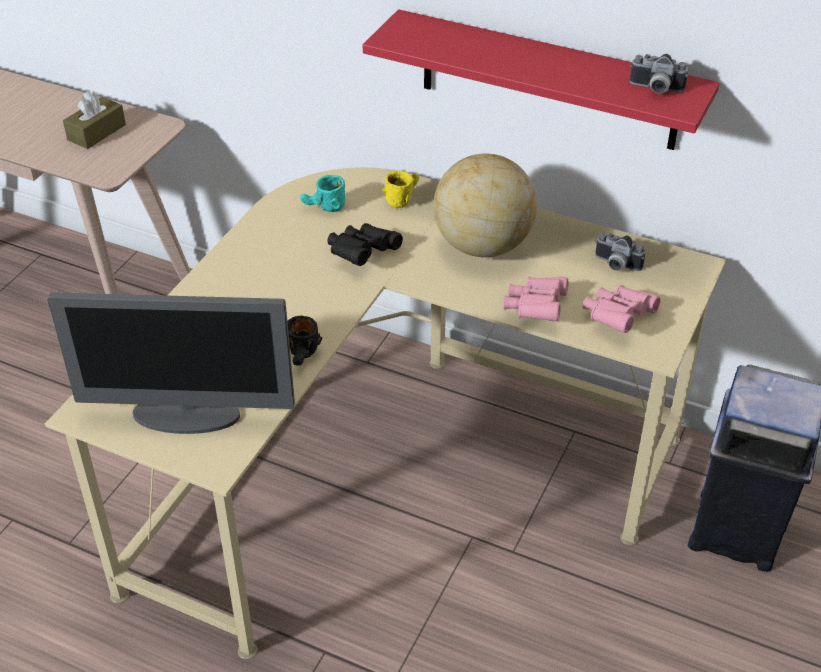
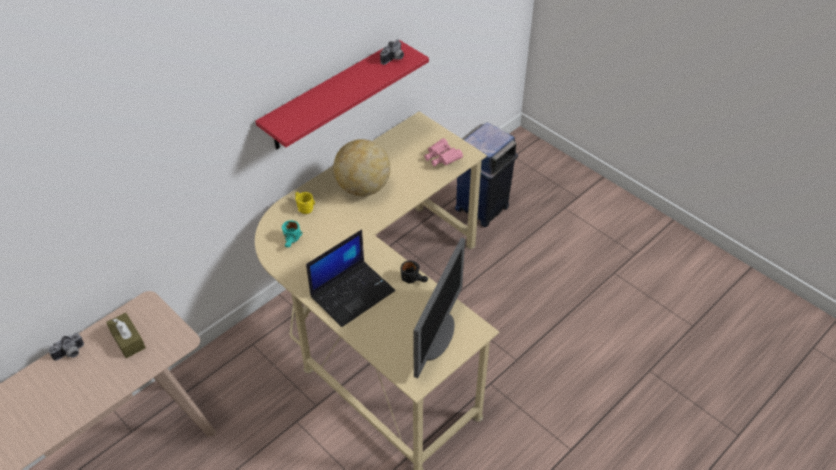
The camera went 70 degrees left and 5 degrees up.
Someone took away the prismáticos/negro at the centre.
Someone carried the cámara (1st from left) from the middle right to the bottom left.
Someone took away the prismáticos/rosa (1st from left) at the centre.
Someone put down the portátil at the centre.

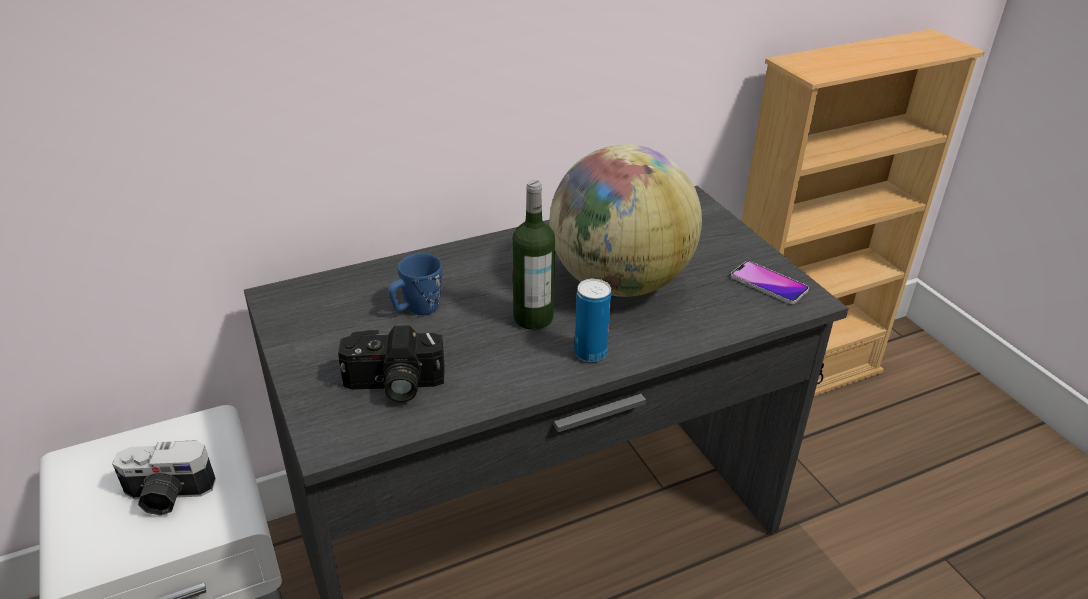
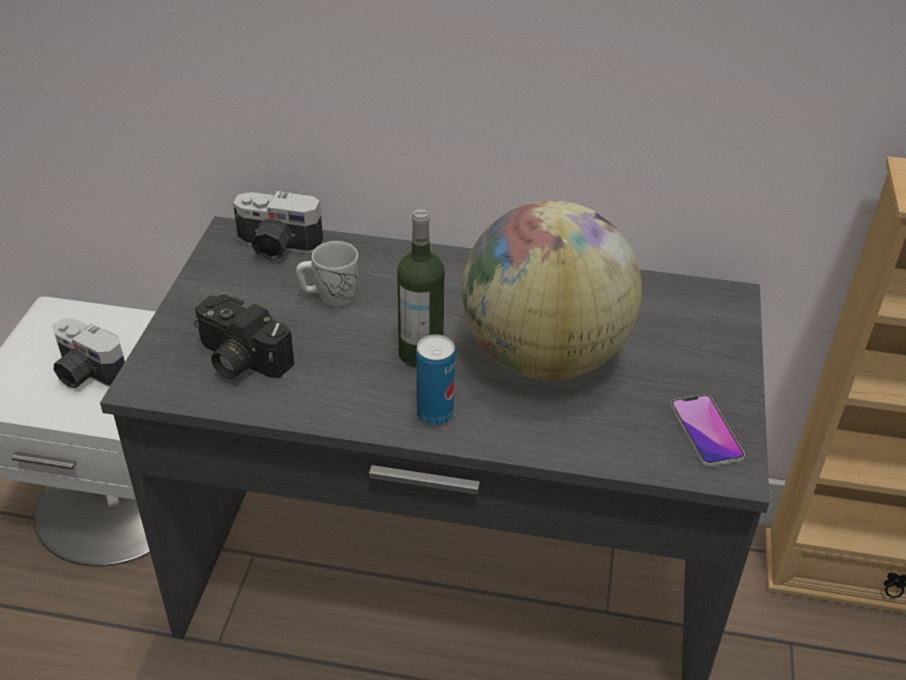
The camera went 35 degrees right and 5 degrees up.
Someone repainted the taza grande/azul at the centre, which became the taza grande/blanco at the centre.
Someone put down the cámara (3rd from left) at the top left.

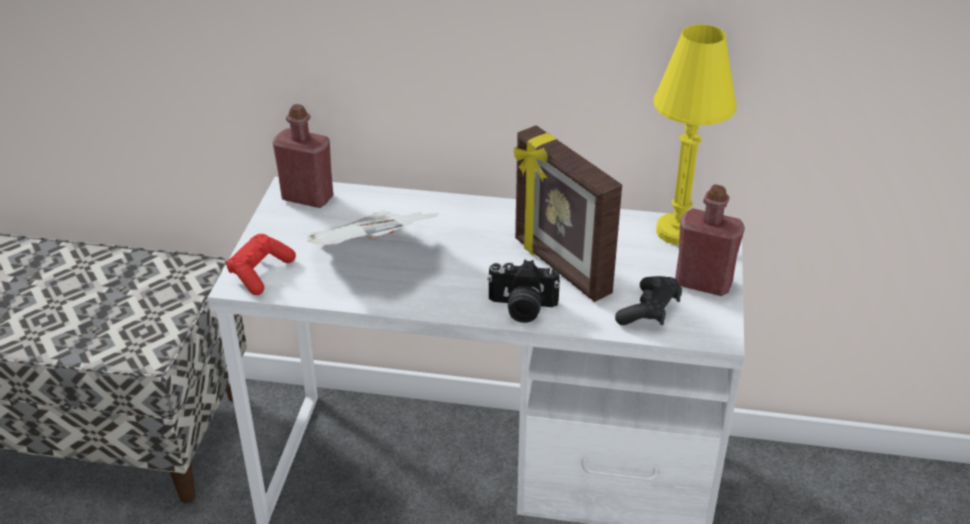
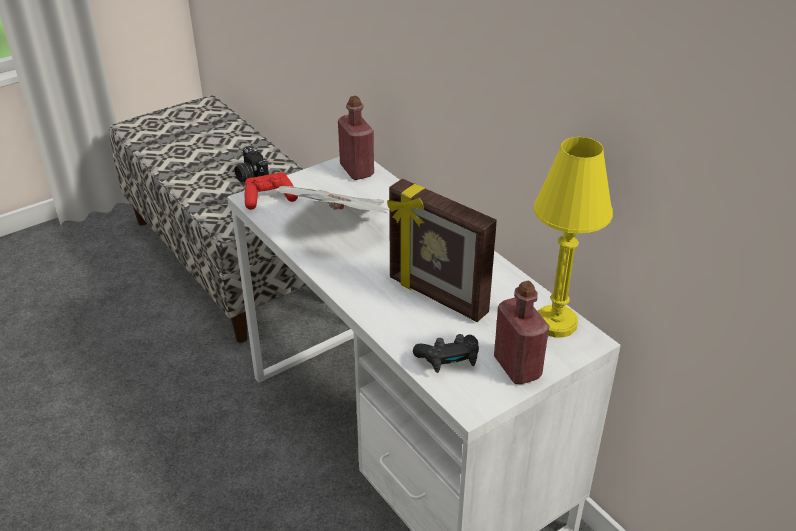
The camera went 45 degrees right and 0 degrees up.
Someone rotated the portarretratos at the centre by 60 degrees counterclockwise.
Someone carried the cámara from the centre to the top left.

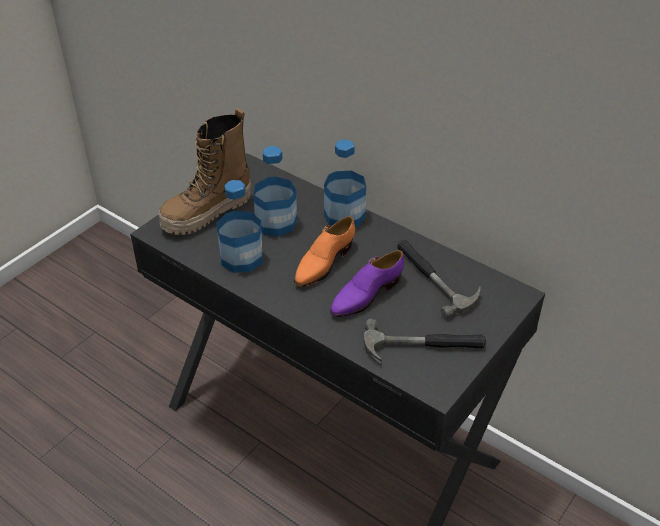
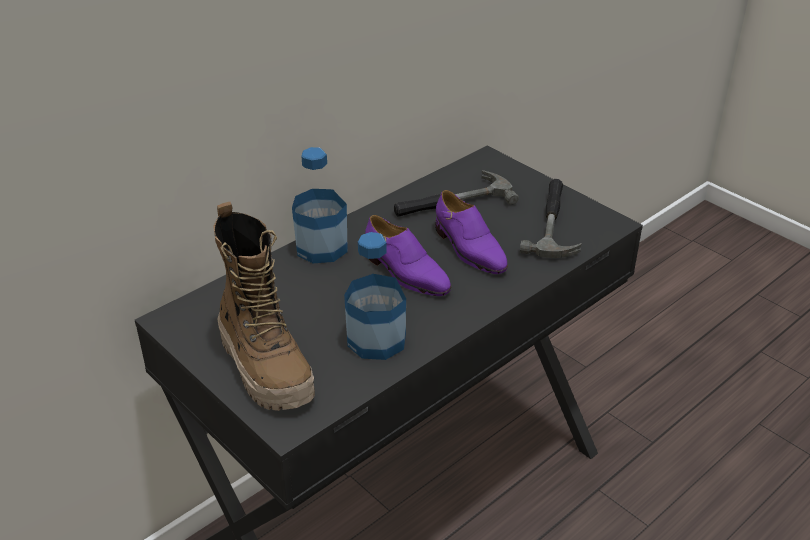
The camera went 80 degrees left and 5 degrees down.
Someone took away the botella (2nd from left) at the centre.
Someone repainted the zapato/naranja at the centre, which became the zapato/morado (1st from left) at the centre.

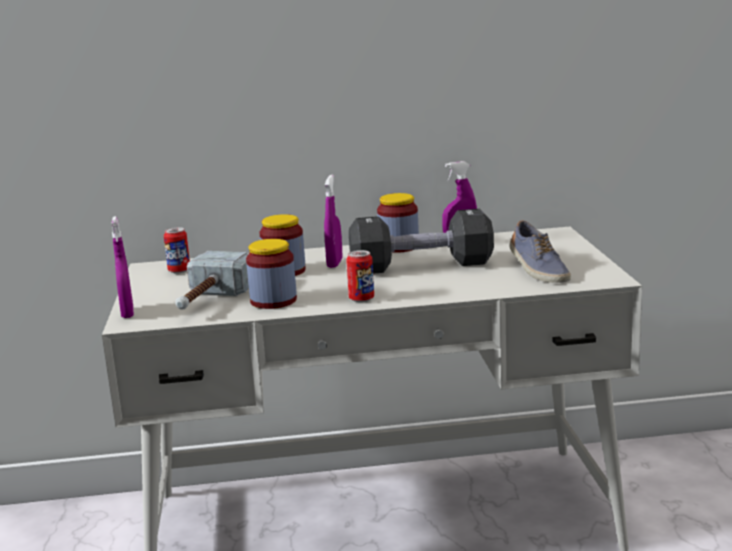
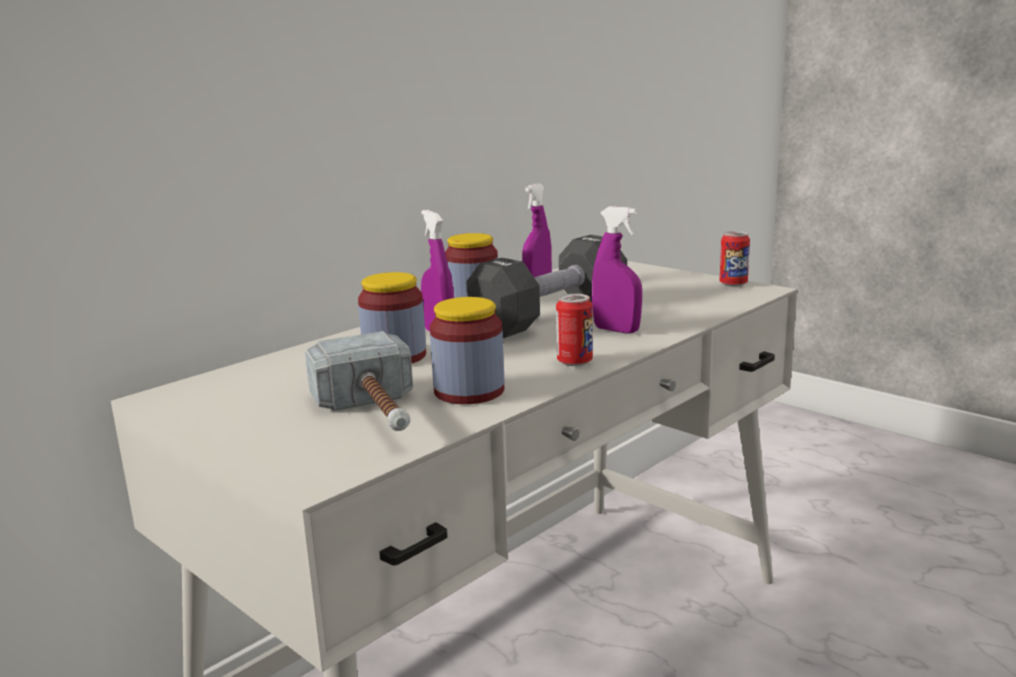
The camera went 40 degrees left and 0 degrees up.
Someone carried the pulverizador/morado (1st from left in the first image) from the middle left to the centre.
Someone took away the zapato at the middle right.
Someone carried the lata (1st from left in the first image) from the middle left to the middle right.

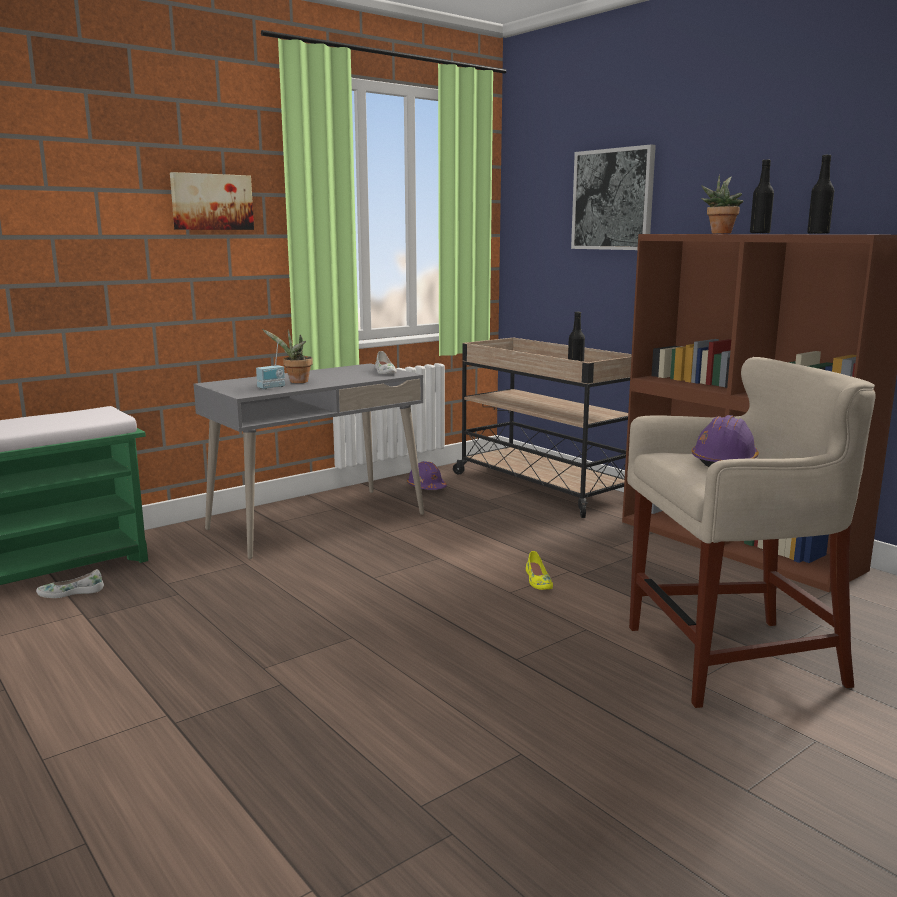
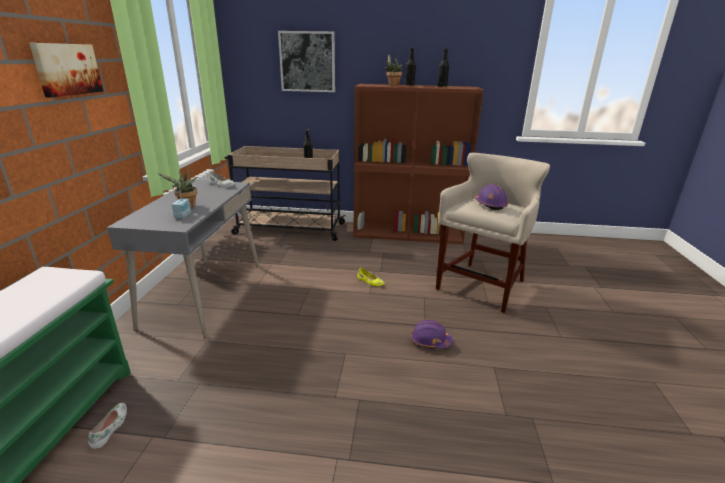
The camera went 45 degrees left and 10 degrees up.
Someone carried the casco/morado (1st from left) from the centre to the bottom centre.
Someone rotated the zapato/blanco (1st from left) at the middle left by 150 degrees clockwise.

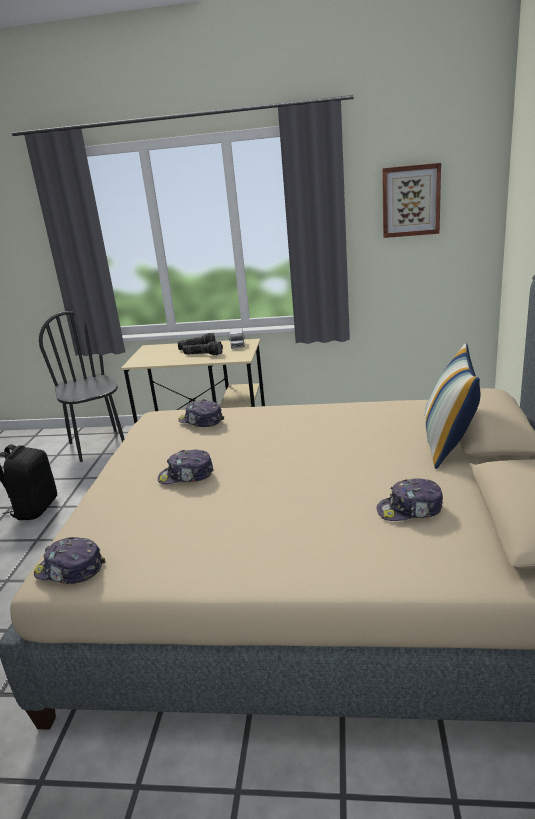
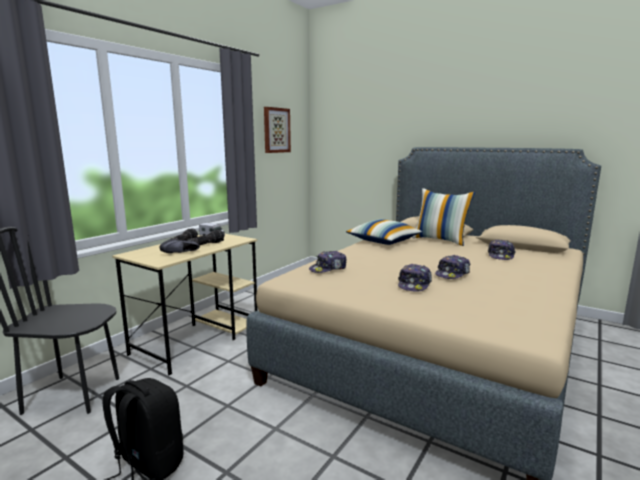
The camera went 65 degrees left and 10 degrees down.
Someone carried the gorra (1st from left in the first image) from the bottom left to the middle right.
Someone put down the cojín (1st from left) at the centre.
Someone put down the zapato/negro at the middle left.

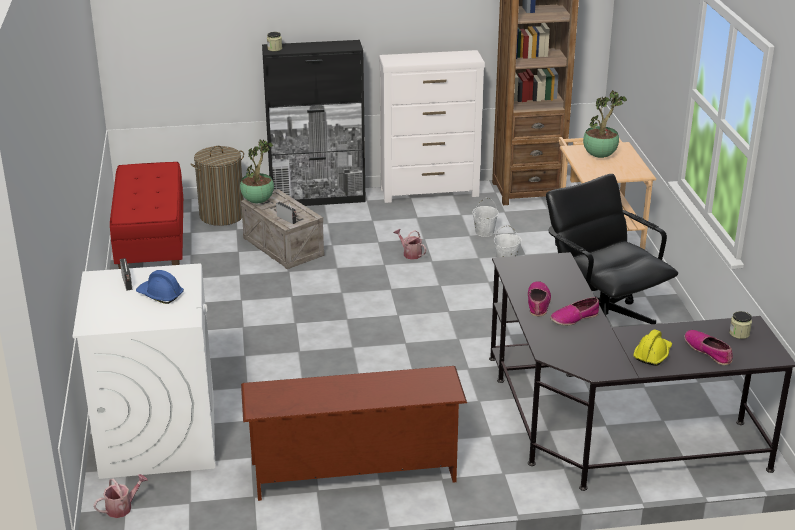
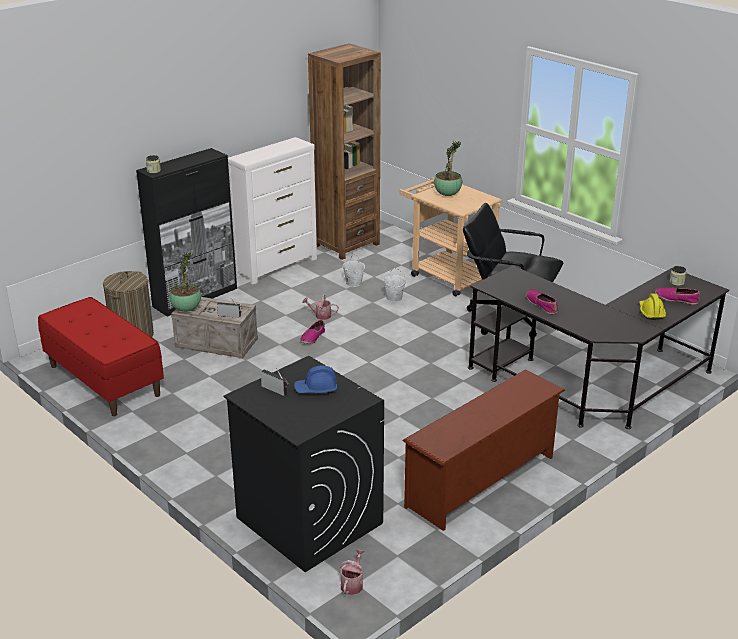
The camera went 35 degrees left and 0 degrees up.
Someone repainted the lavadora/blanco at the bottom left, which became the lavadora/negro at the bottom centre.
Someone carried the zapato (2nd from left in the first image) from the middle right to the centre.

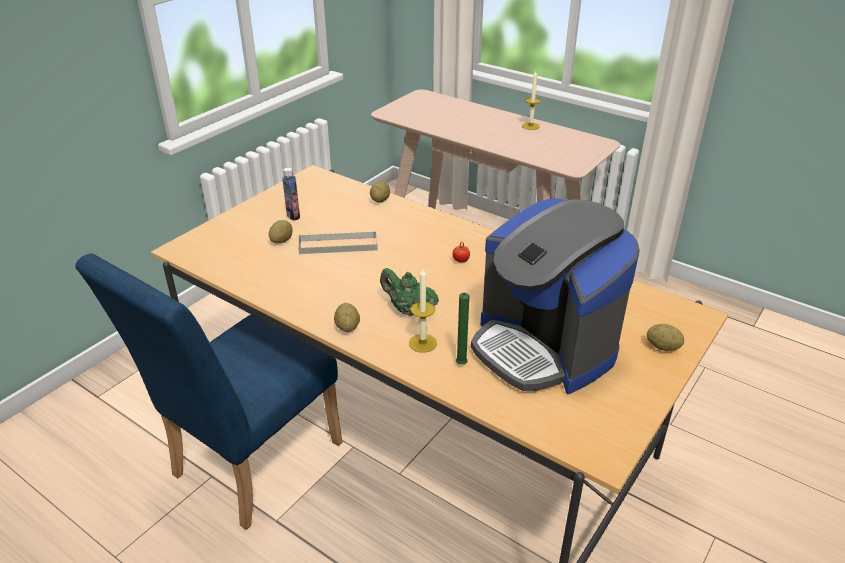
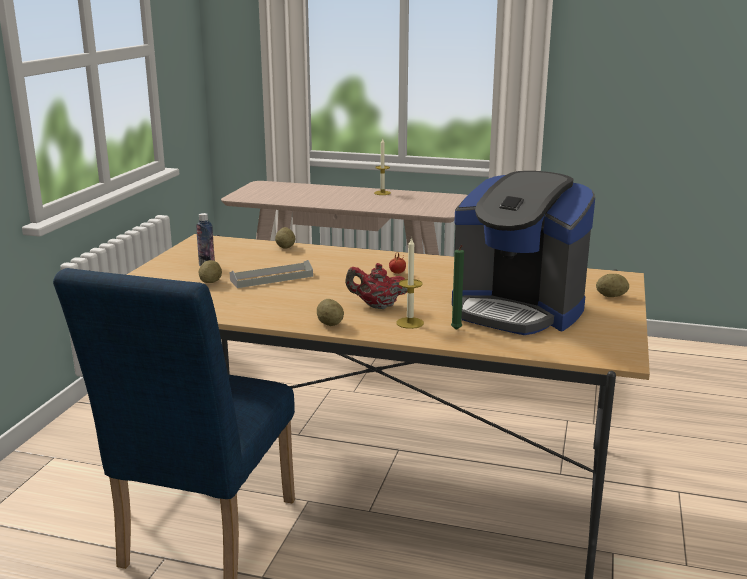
The camera went 20 degrees left and 15 degrees down.
Someone repainted the tetera/verde at the centre, which became the tetera/rojo at the centre.

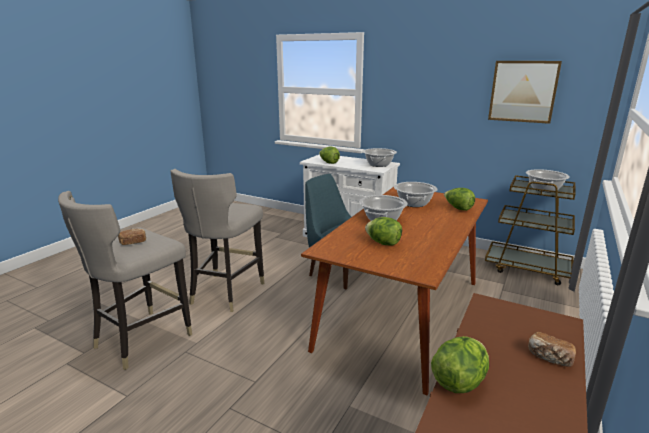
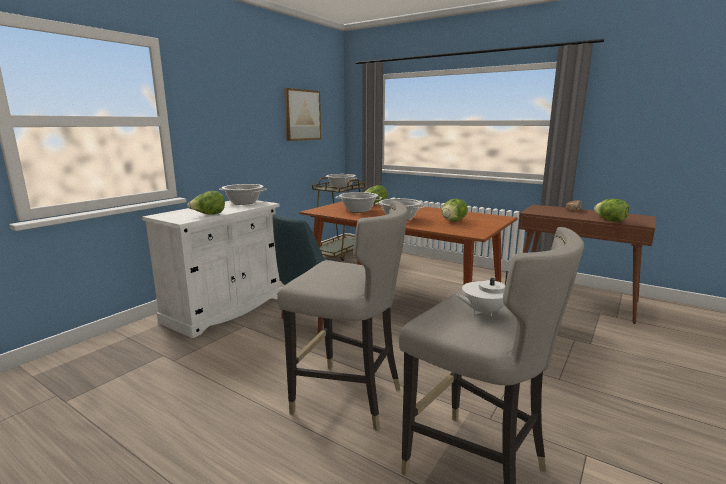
The camera went 85 degrees left and 5 degrees down.
Someone swapped the pan (1st from left) at the middle left for the tetera/blanco at the centre.

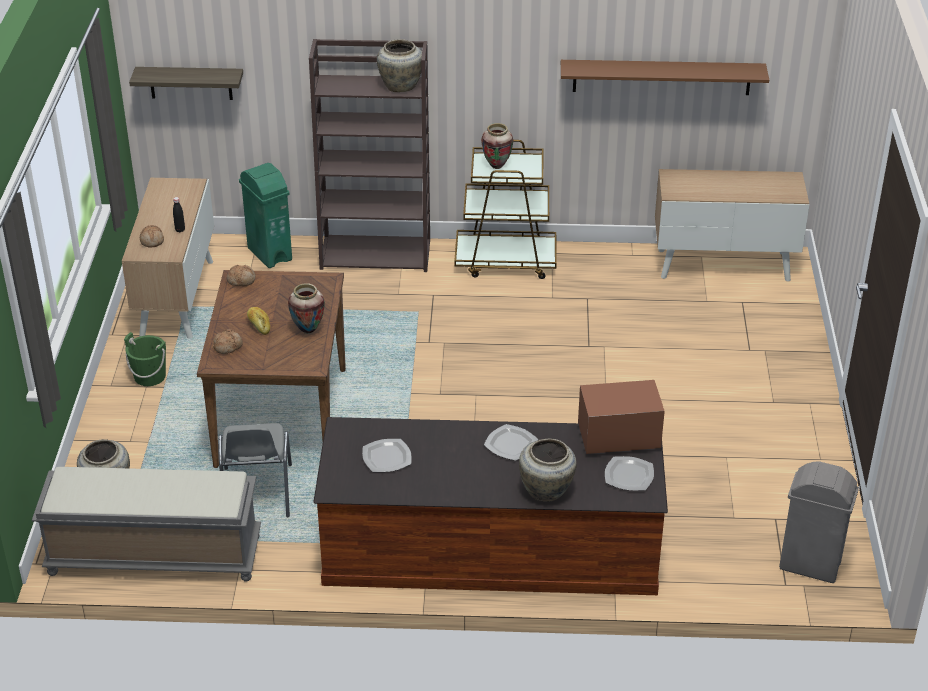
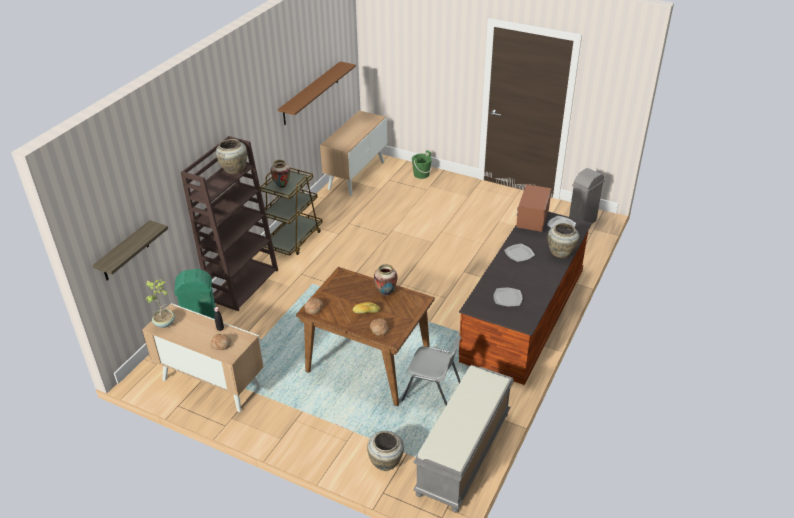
The camera went 65 degrees left and 0 degrees up.
Someone carried the cubo/verde from the middle left to the top centre.
Someone put down the planta en maceta at the middle left.

